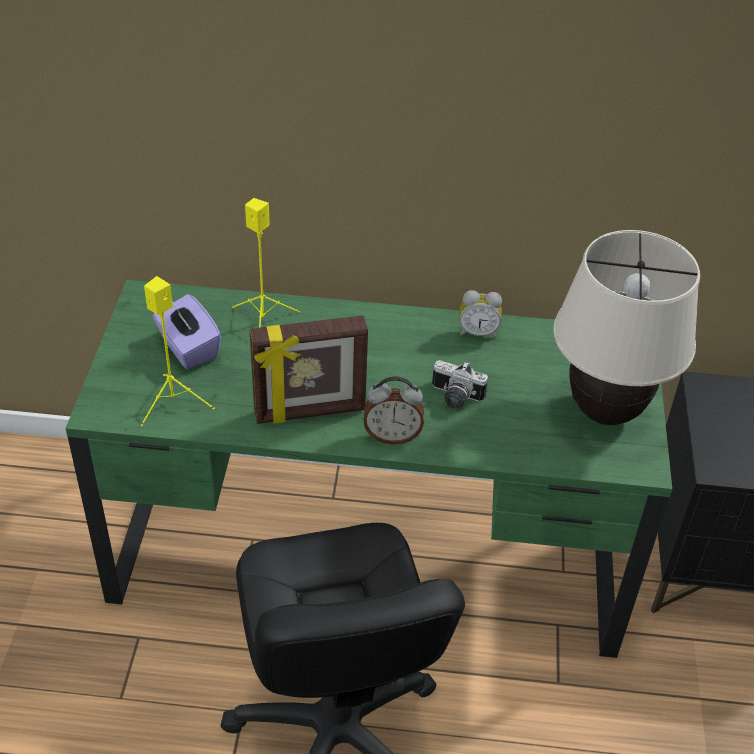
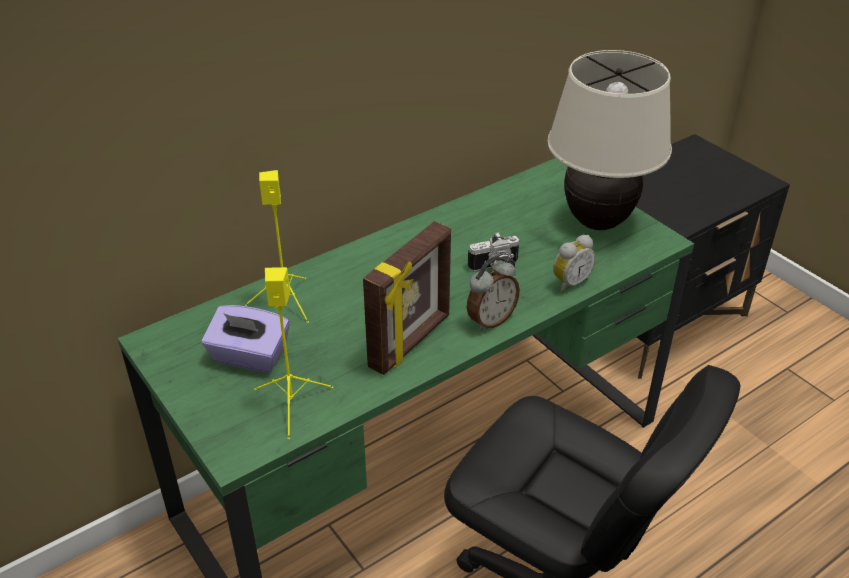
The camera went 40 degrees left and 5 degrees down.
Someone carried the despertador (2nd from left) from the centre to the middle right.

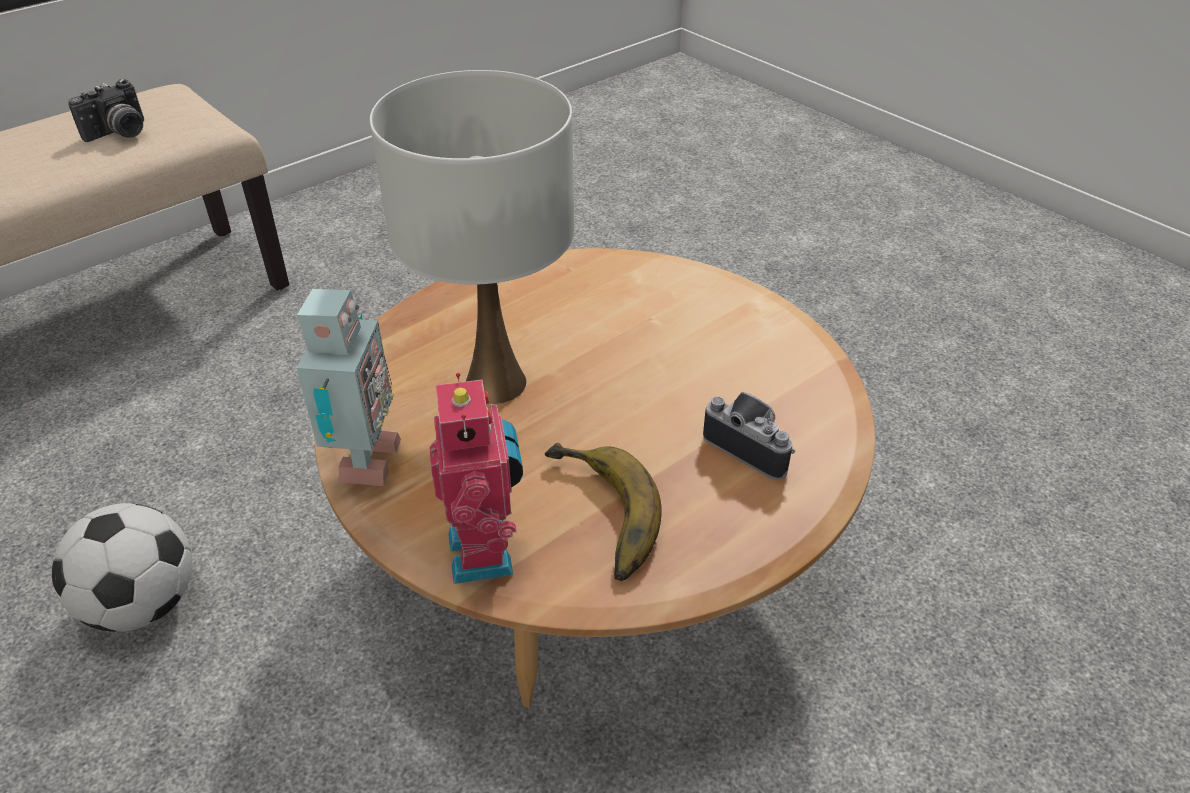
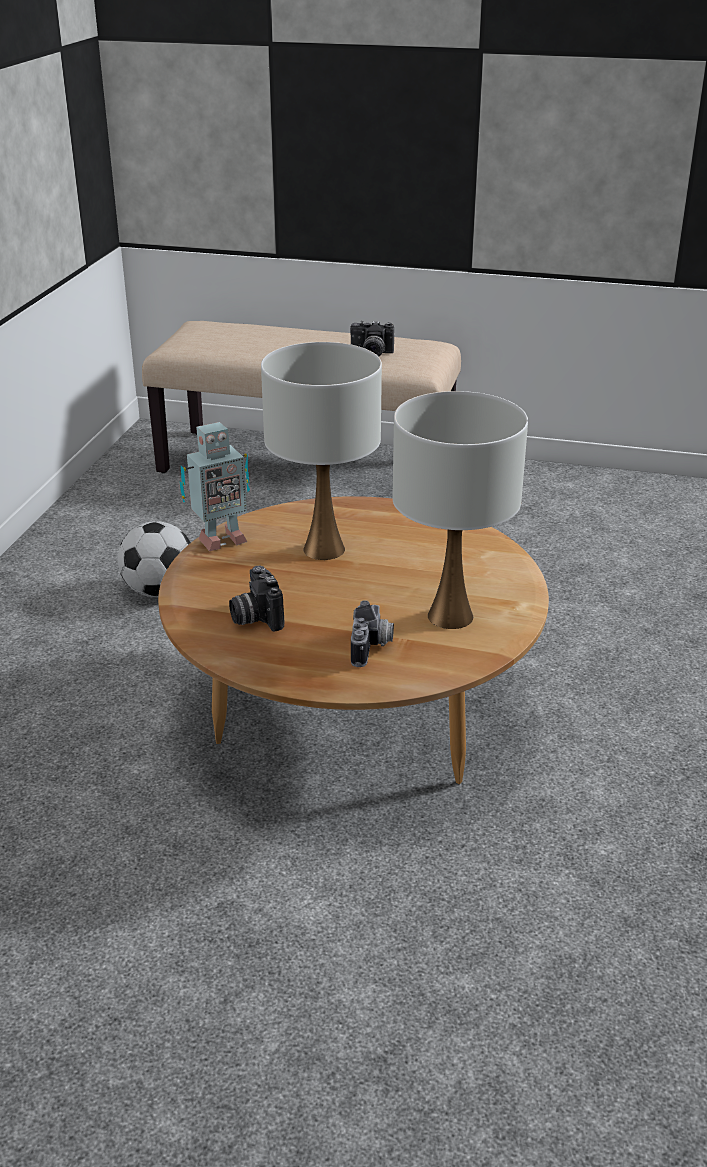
The camera went 55 degrees right and 10 degrees down.
Someone took away the robot de juguete (2nd from left) at the centre.
Someone swapped the plátano at the centre for the cámara (1st from left) at the centre.
Someone put down the lámpara de mesa/blanco (2nd from left) at the centre.

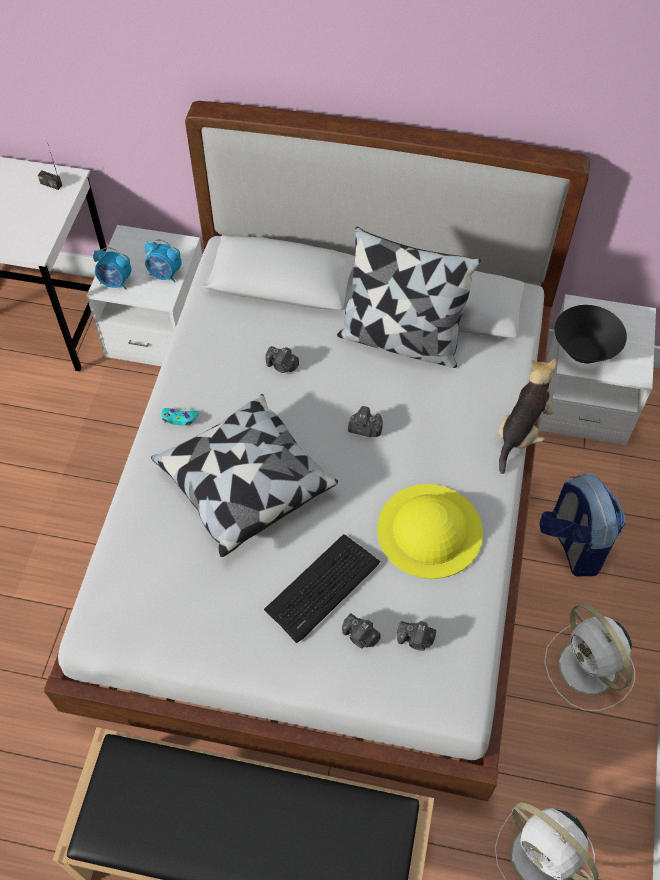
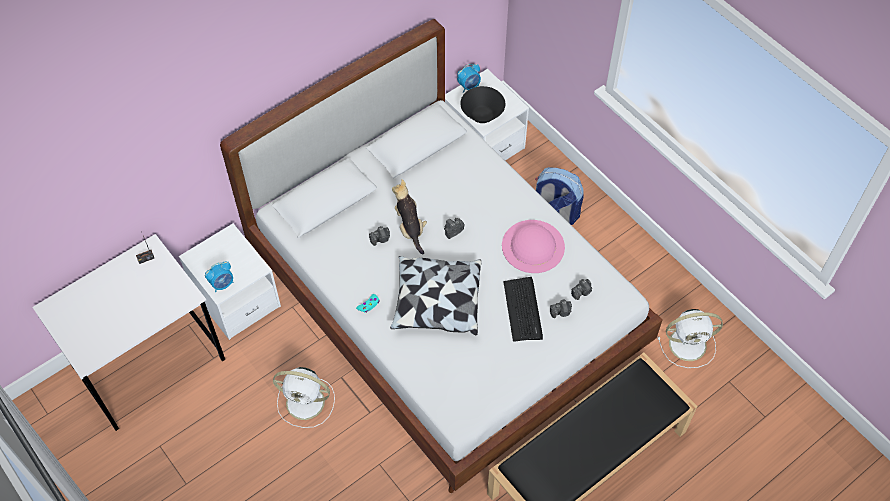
The camera went 50 degrees left and 0 degrees up.
Someone took away the cojín (2nd from left) at the centre.
Someone carried the despertador (2nd from left) from the top left to the top centre.
Someone carried the peluche from the middle right to the centre.
Someone repainted the sombrero/amarillo at the centre, which became the sombrero/rosa at the centre.
Someone carried the ventilador/blanco (2nd from left in the first image) from the bottom right to the bottom centre.

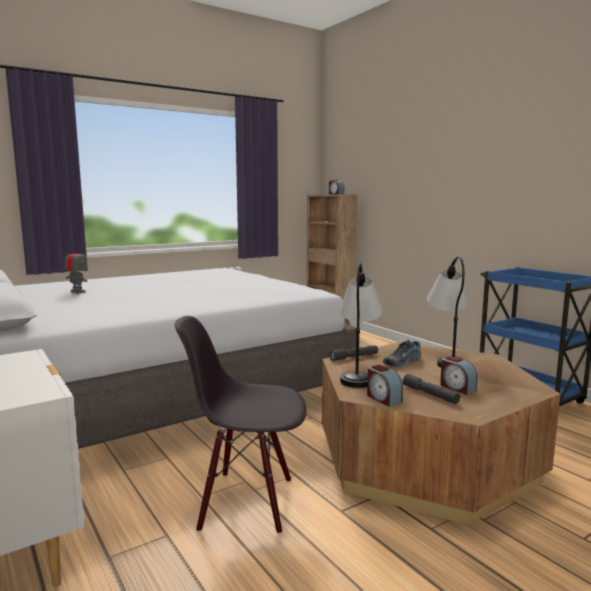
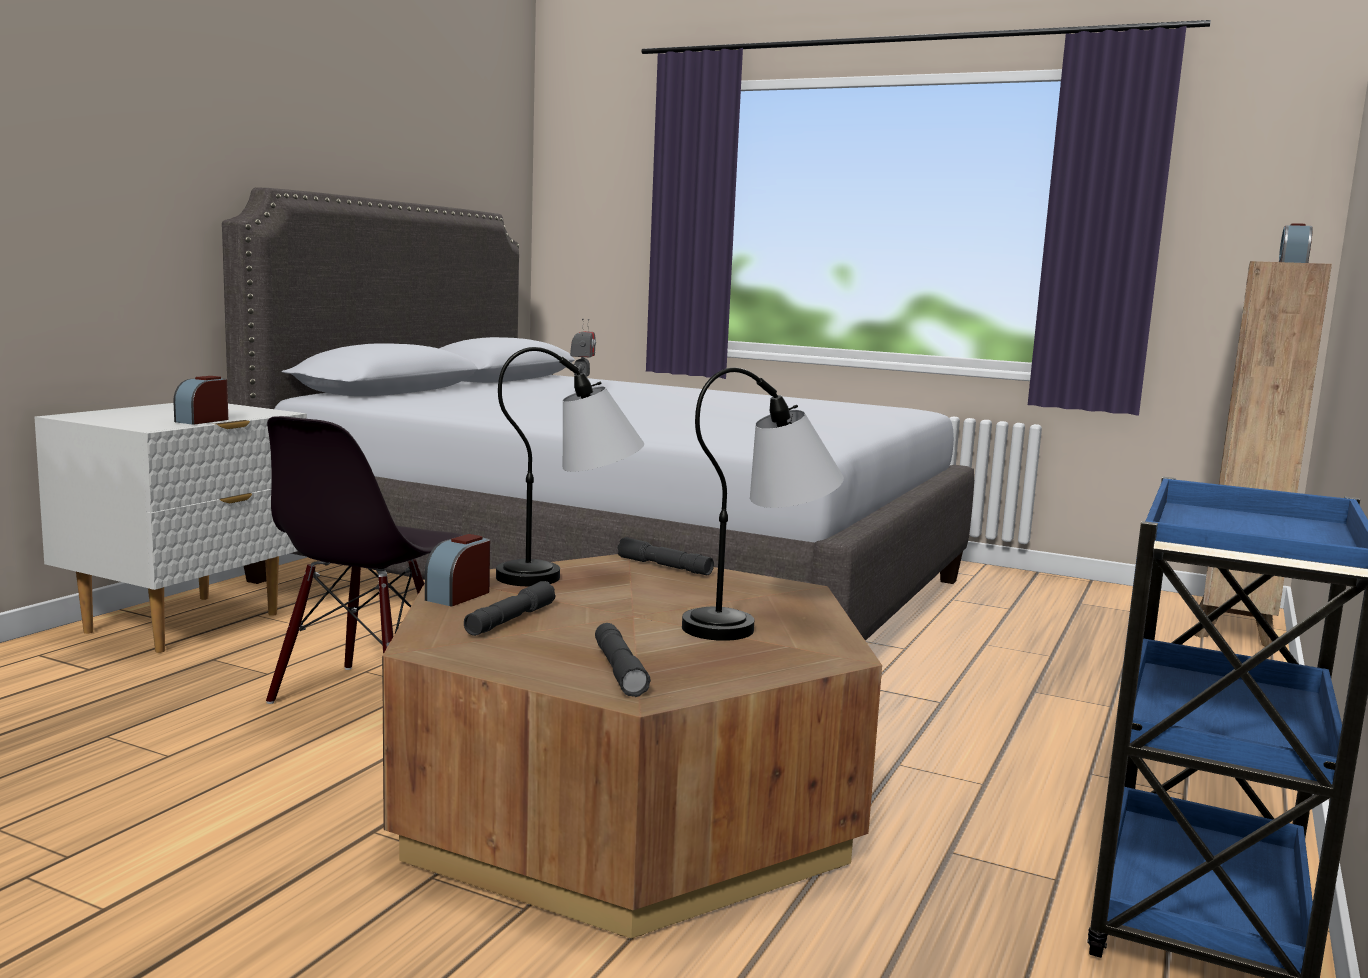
The camera went 60 degrees right and 0 degrees up.
Someone rotated the silla/negro at the bottom centre by 135 degrees counterclockwise.
Someone took away the zapato at the middle right.
Someone carried the despertador (3rd from left in the first image) from the middle right to the middle left.
Someone put down the linterna/gris (2nd from left) at the bottom centre.

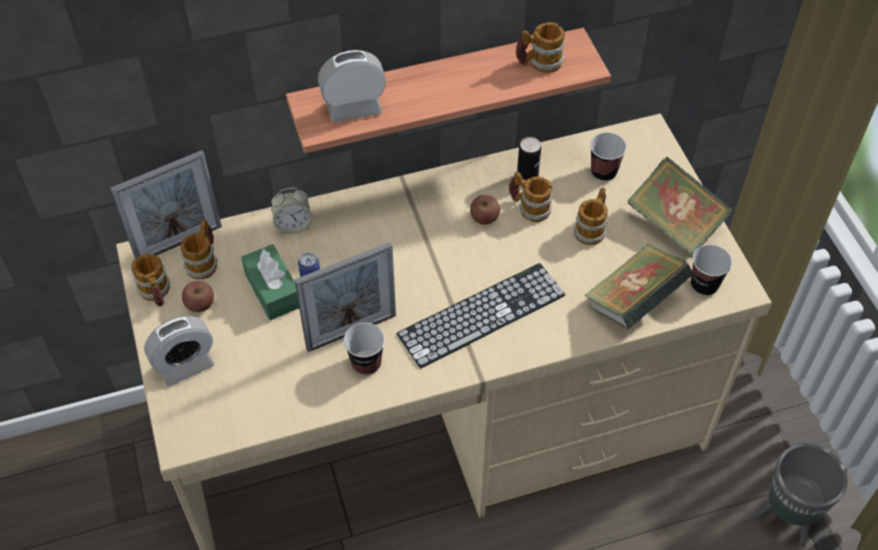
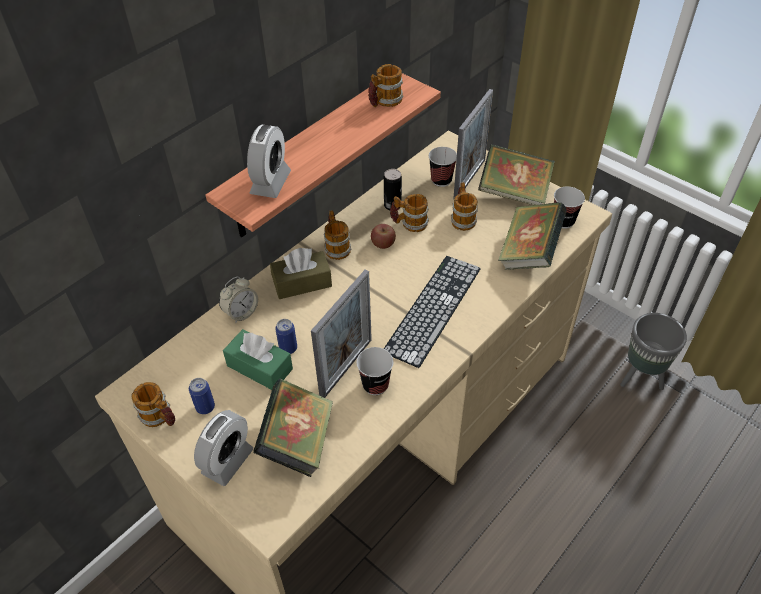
The camera went 30 degrees left and 5 degrees down.
Someone rotated the despertador (3rd from left) at the top centre by 150 degrees clockwise.
Someone carried the portarretratos (1st from left in the first image) from the middle left to the top centre.
Someone carried the taza grande (2nd from left) from the middle left to the centre.
Someone swapped the manzana (1st from left) at the middle left for the lata (1st from left) at the bottom left.
Someone put down the caja de pañuelos/marrón at the centre.
Someone put down the libro (1st from left) at the bottom centre.

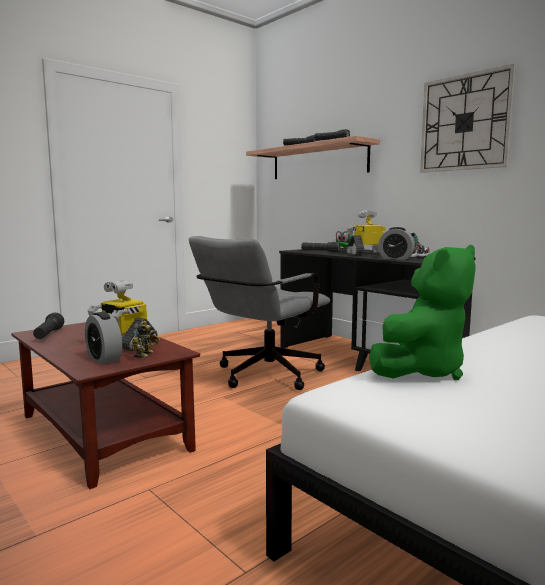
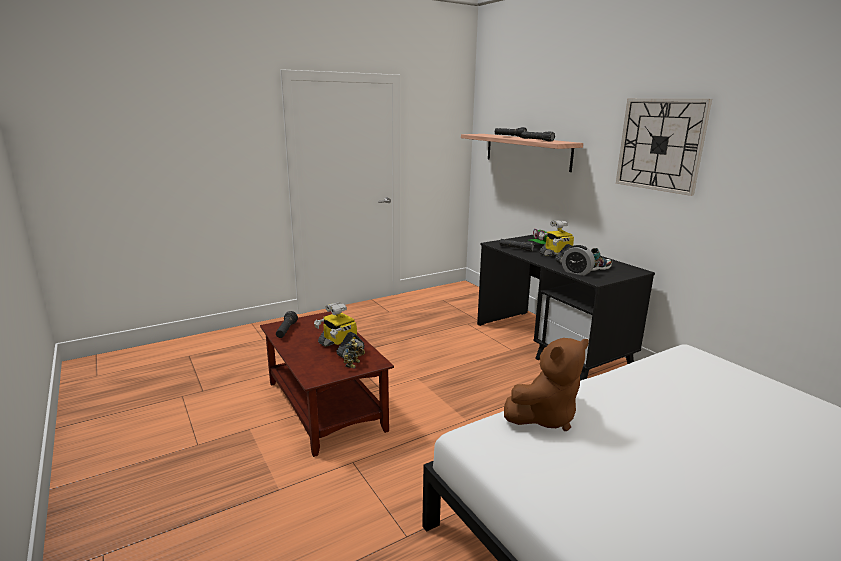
The camera went 10 degrees right and 10 degrees up.
Someone rotated the robot de juguete (3rd from left) at the middle right by 105 degrees counterclockwise.
Someone took away the silla de oficina/gris at the centre.
Someone repainted the peluche/verde at the middle right, which became the peluche/marrón at the bottom centre.
Someone took away the despertador (1st from left) at the middle left.

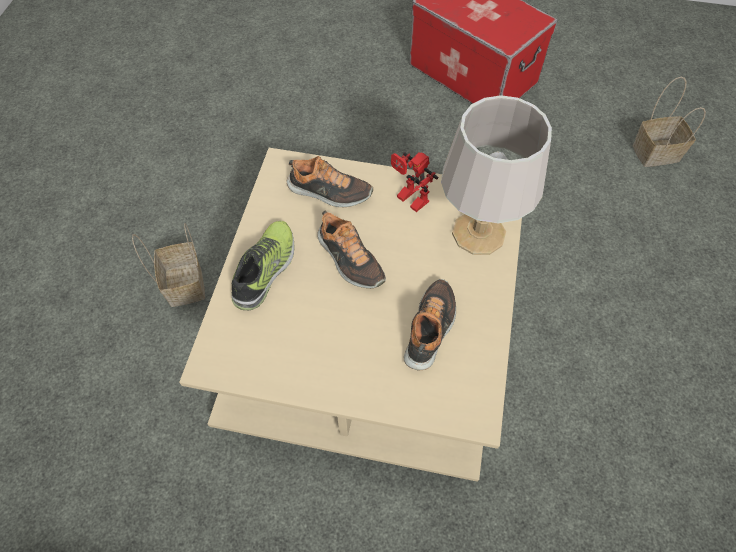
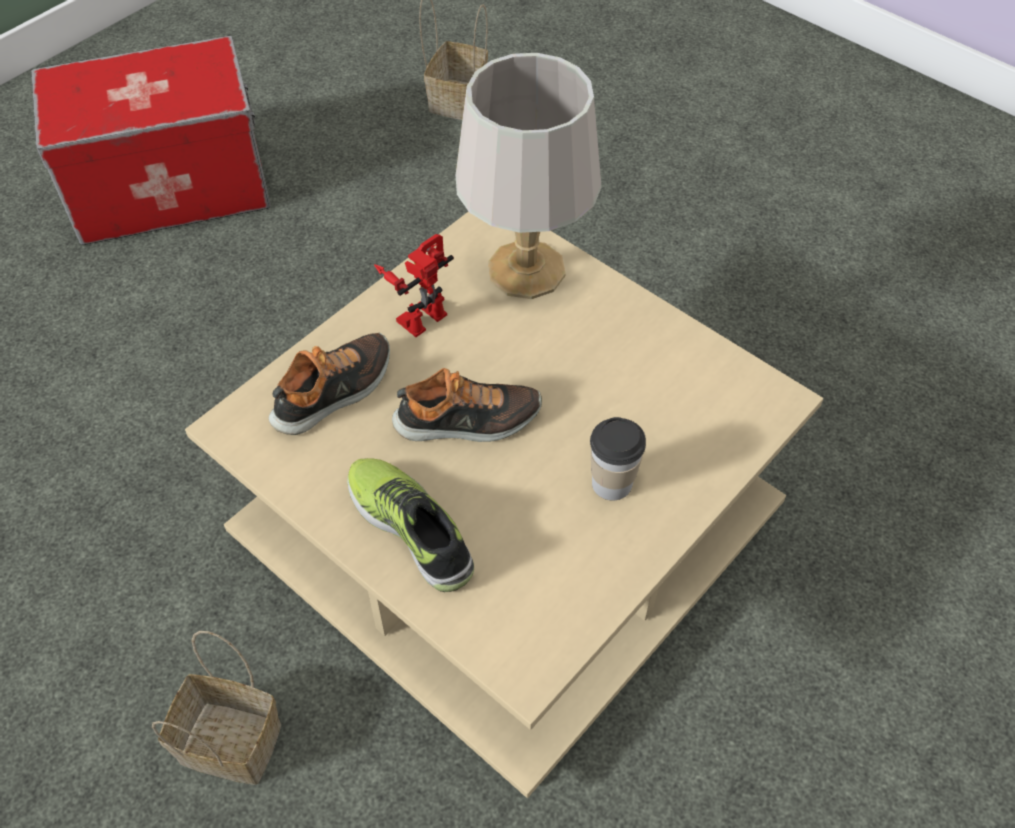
The camera went 60 degrees left and 5 degrees down.
Someone rotated the robot de juguete at the top centre by 150 degrees clockwise.
Someone took away the zapato (4th from left) at the centre.
Someone put down the taza at the centre.

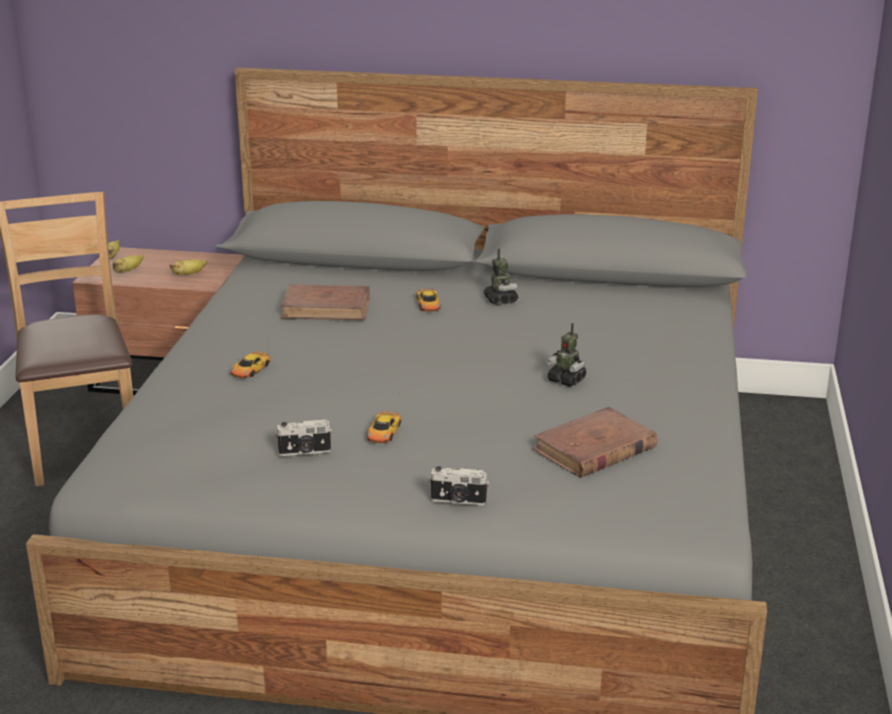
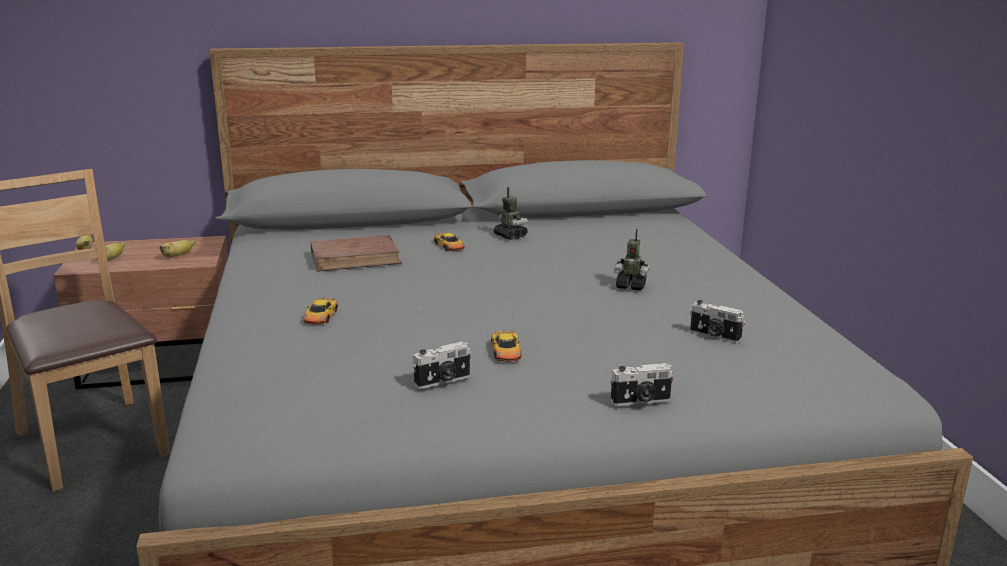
The camera went 20 degrees left and 5 degrees down.
Someone swapped the libro/marrón (2nd from left) at the middle right for the cámara (3rd from left) at the middle right.

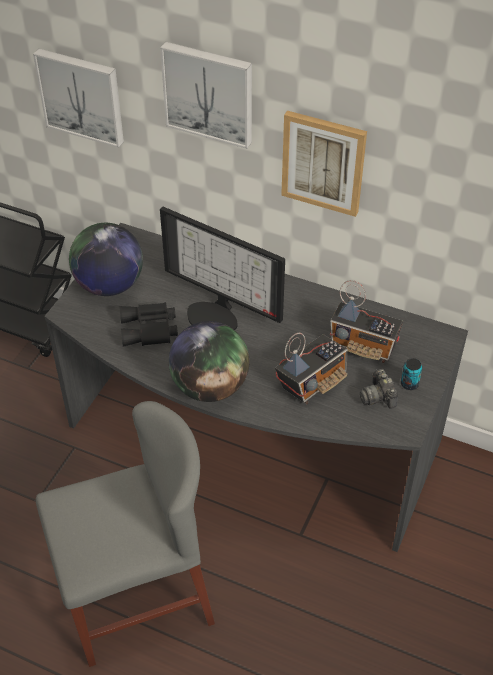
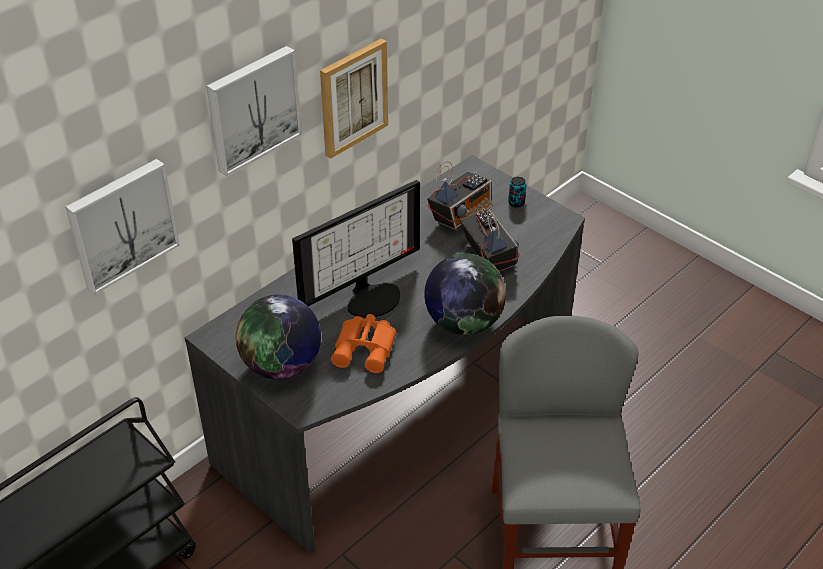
The camera went 70 degrees left and 5 degrees down.
Someone repainted the prismáticos/negro at the middle left, which became the prismáticos/naranja at the centre.
Someone took away the cámara at the middle right.

